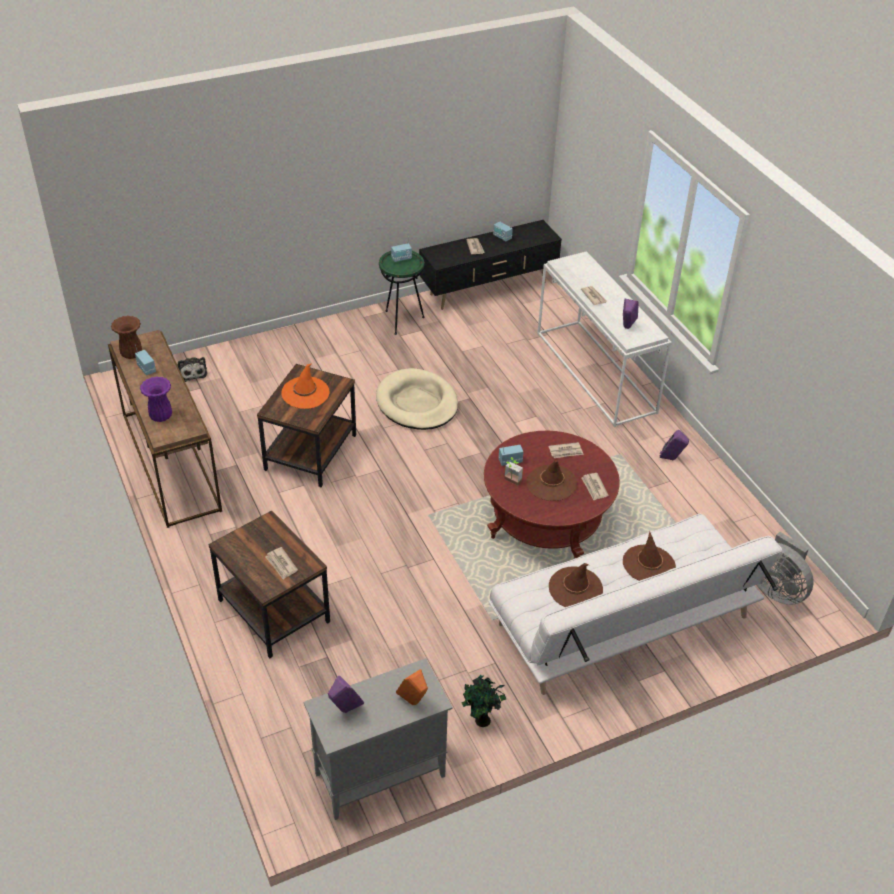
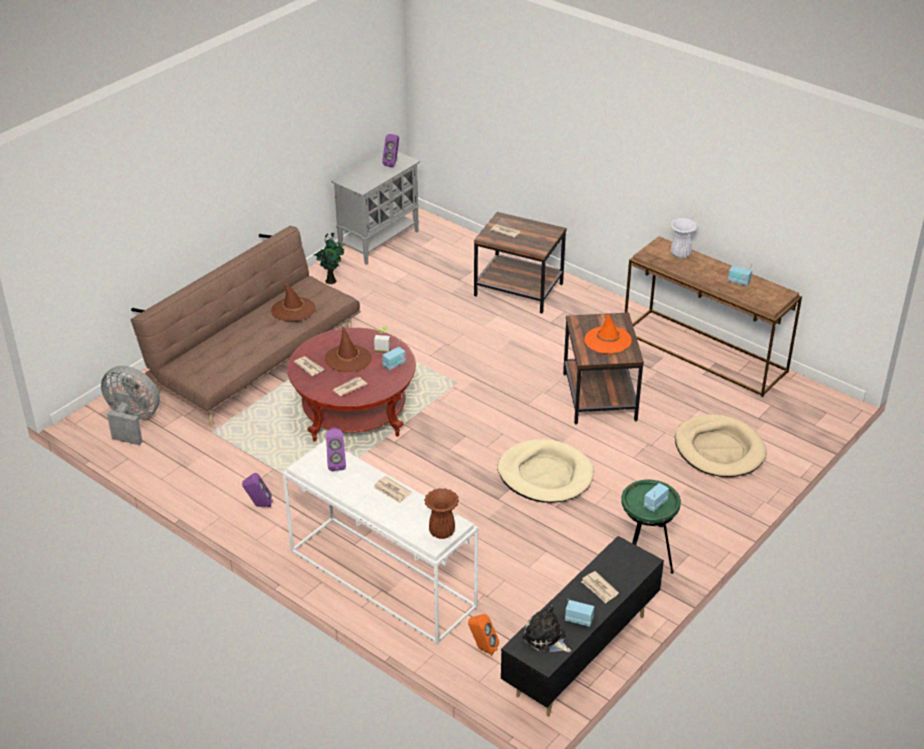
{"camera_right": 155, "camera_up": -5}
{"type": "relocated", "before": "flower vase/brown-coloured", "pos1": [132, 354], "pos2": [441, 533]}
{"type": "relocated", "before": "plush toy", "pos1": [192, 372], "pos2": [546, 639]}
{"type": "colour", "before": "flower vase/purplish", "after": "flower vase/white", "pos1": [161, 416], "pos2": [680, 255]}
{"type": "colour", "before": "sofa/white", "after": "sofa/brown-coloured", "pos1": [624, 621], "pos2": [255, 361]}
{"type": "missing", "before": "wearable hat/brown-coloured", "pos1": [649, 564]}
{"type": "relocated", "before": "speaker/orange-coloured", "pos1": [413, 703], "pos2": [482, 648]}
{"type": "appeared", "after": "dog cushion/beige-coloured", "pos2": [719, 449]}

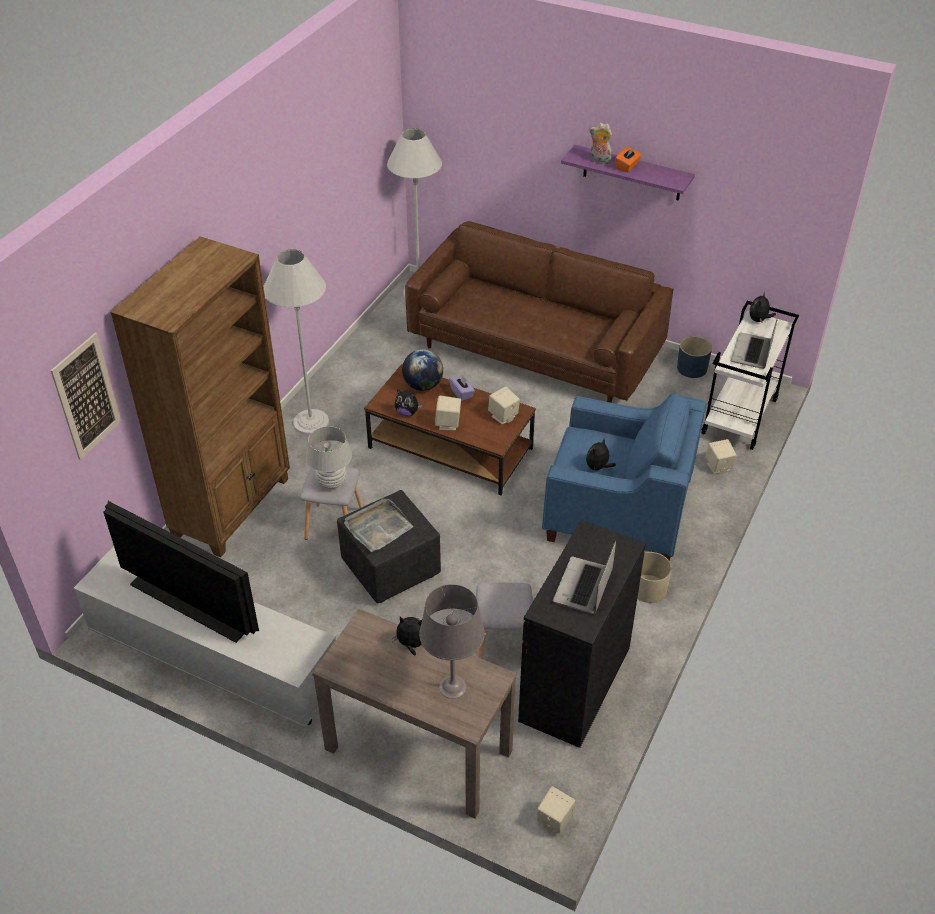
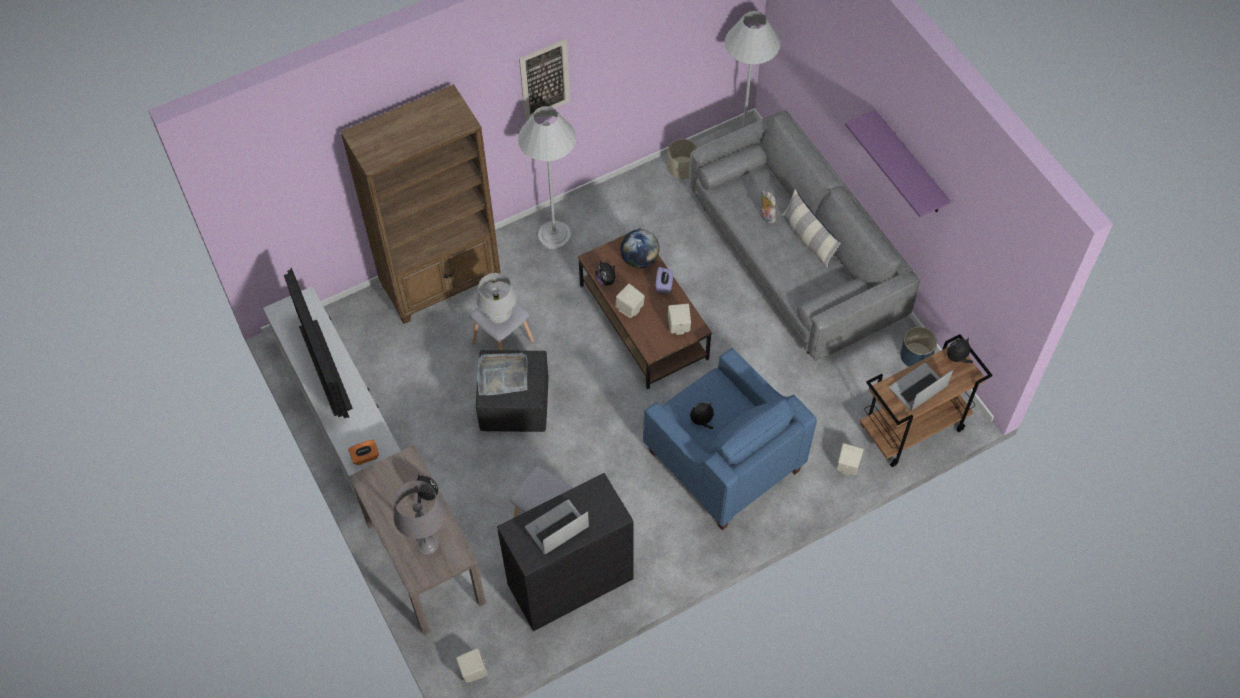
{"camera_right": 35, "camera_up": 15}
{"type": "relocated", "before": "plush toy", "pos1": [599, 160], "pos2": [766, 216]}
{"type": "relocated", "before": "tissue holder/orange-coloured", "pos1": [627, 166], "pos2": [365, 457]}
{"type": "colour", "before": "sofa/brown-coloured", "after": "sofa/grey", "pos1": [535, 349], "pos2": [794, 260]}
{"type": "colour", "before": "trolley/white", "after": "trolley/brown-coloured", "pos1": [740, 417], "pos2": [912, 429]}
{"type": "relocated", "before": "wall art", "pos1": [86, 396], "pos2": [544, 79]}
{"type": "relocated", "before": "plant pot/beige-coloured", "pos1": [648, 588], "pos2": [682, 167]}
{"type": "appeared", "after": "cushion", "pos2": [808, 239]}

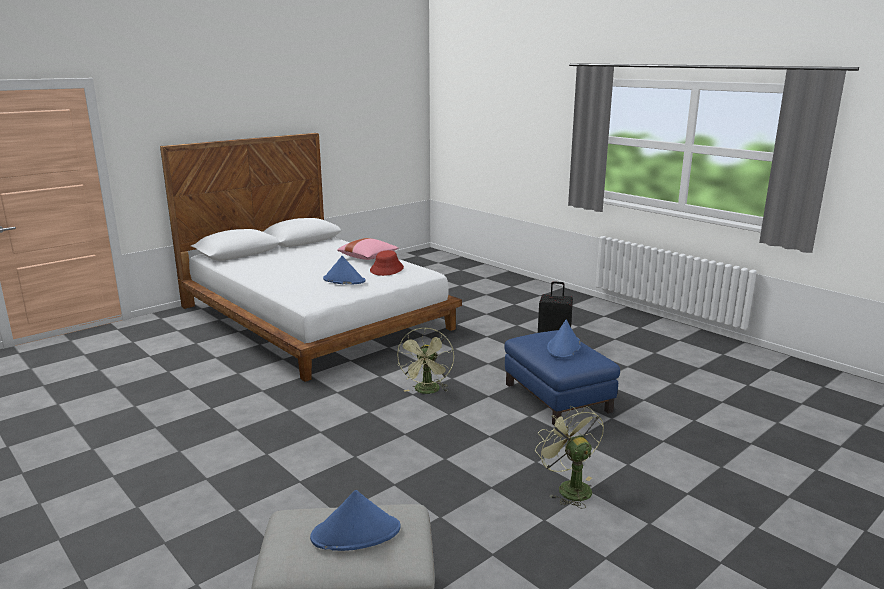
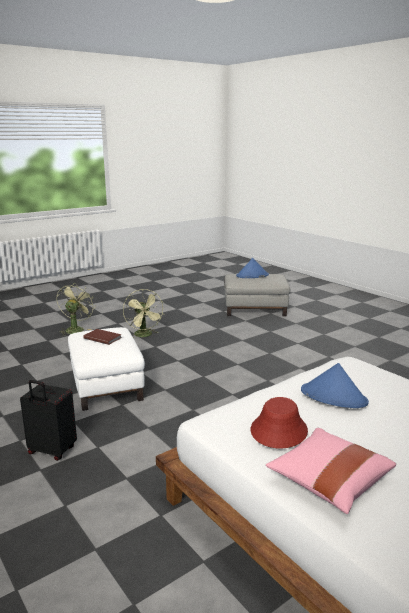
{"camera_right": -175, "camera_up": 0}
{"type": "exchanged", "before": "wearable hat/blue-coloured", "after": "bound book/brown-coloured", "pos1": [564, 348], "pos2": [102, 338]}
{"type": "relocated", "before": "cooling fan/green", "pos1": [427, 391], "pos2": [75, 329]}
{"type": "colour", "before": "ottoman/blue-coloured", "after": "ottoman/white", "pos1": [557, 397], "pos2": [106, 385]}

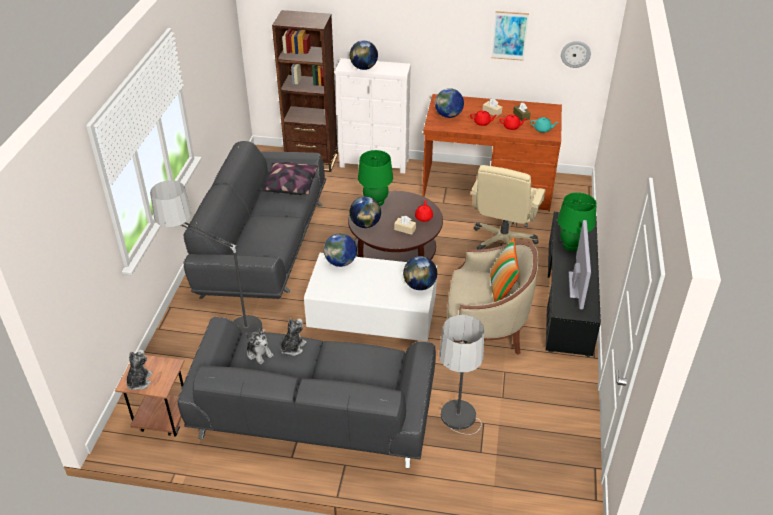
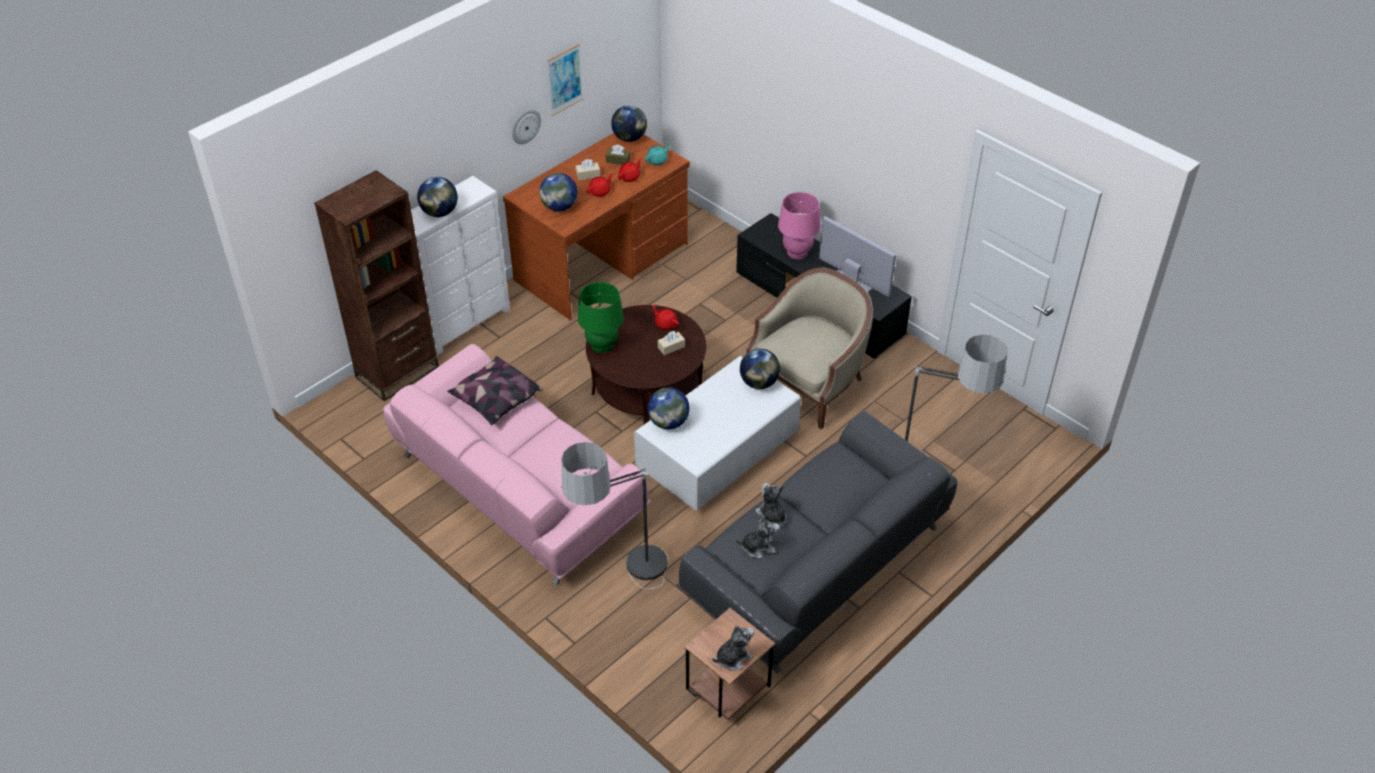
{"camera_right": -55, "camera_up": 5}
{"type": "relocated", "before": "wall clock", "pos1": [575, 54], "pos2": [525, 126]}
{"type": "colour", "before": "sofa/grey", "after": "sofa/pink", "pos1": [263, 246], "pos2": [517, 488]}
{"type": "missing", "before": "office chair/beige-coloured", "pos1": [503, 242]}
{"type": "colour", "before": "lamp for a table/green", "after": "lamp for a table/pink", "pos1": [571, 245], "pos2": [797, 252]}
{"type": "relocated", "before": "desk globe", "pos1": [365, 224], "pos2": [629, 138]}
{"type": "missing", "before": "cushion", "pos1": [502, 290]}
{"type": "spun", "before": "plush toy", "pos1": [139, 381], "pos2": [733, 657], "turn": 105}

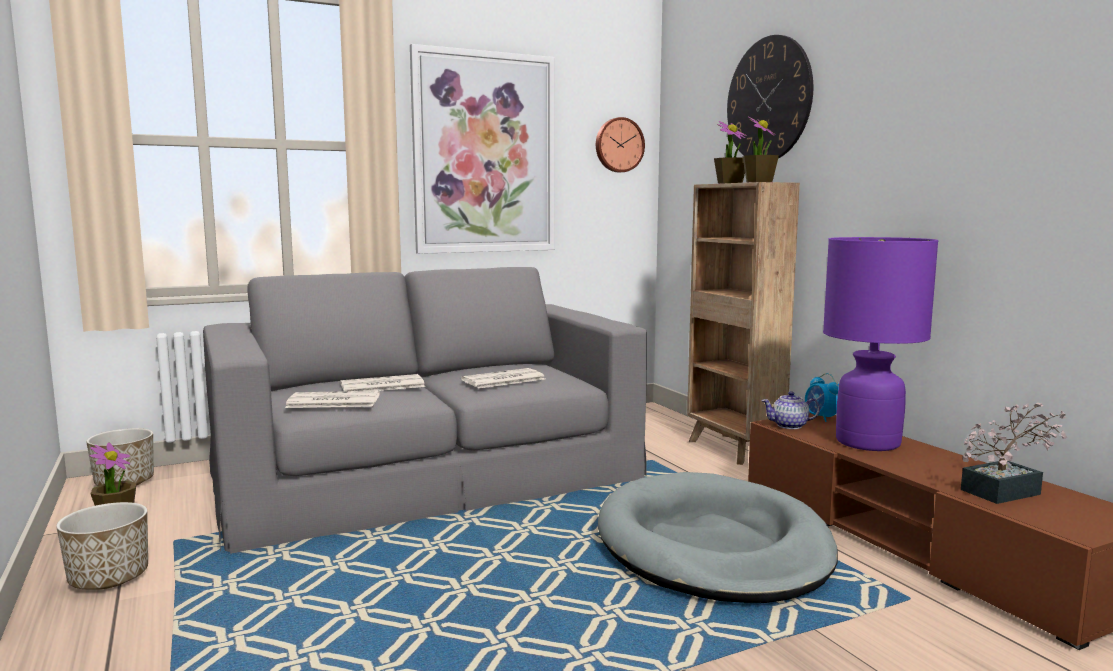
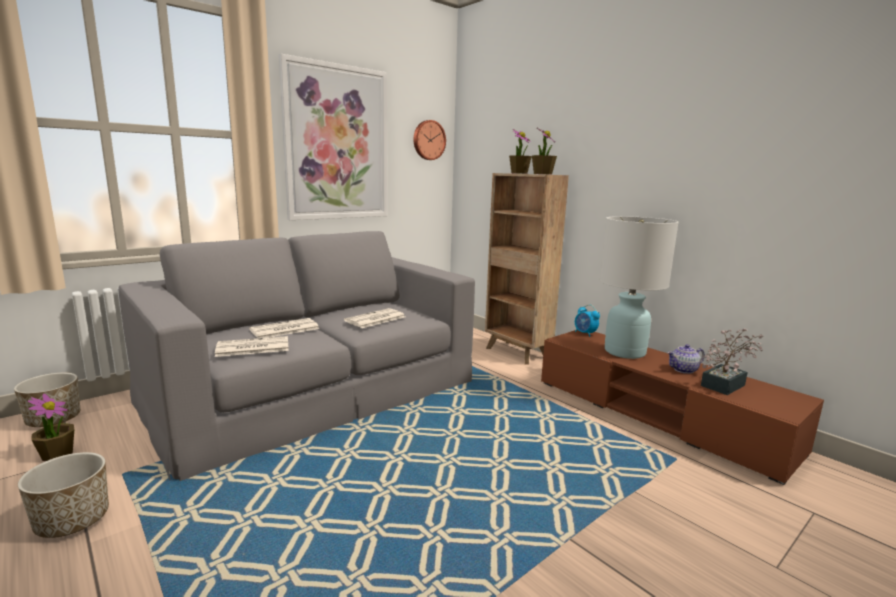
{"camera_right": -15, "camera_up": 5}
{"type": "missing", "before": "wall clock", "pos1": [768, 100]}
{"type": "colour", "before": "lamp for a table/purplish", "after": "lamp for a table/white", "pos1": [867, 442], "pos2": [624, 352]}
{"type": "relocated", "before": "teapot", "pos1": [790, 426], "pos2": [684, 370]}
{"type": "missing", "before": "dog cushion/grey", "pos1": [712, 546]}

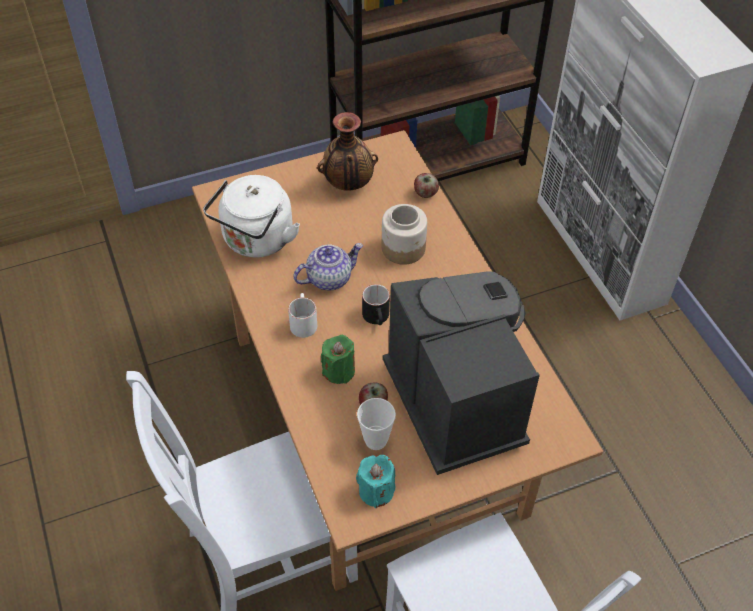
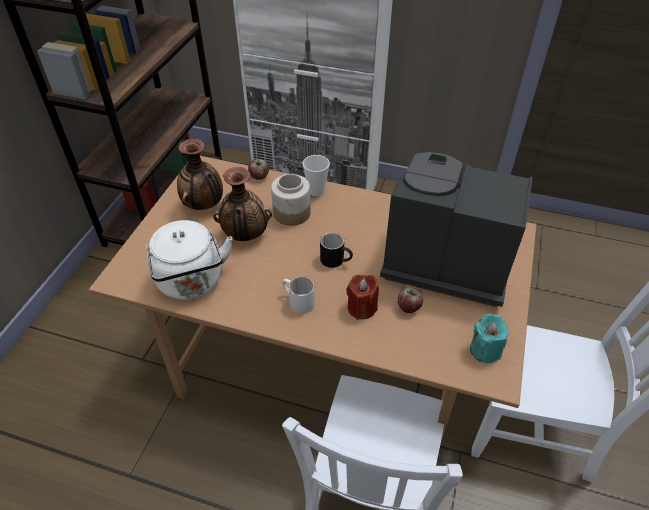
{"camera_right": -50, "camera_up": -5}
{"type": "missing", "before": "teapot", "pos1": [329, 278]}
{"type": "colour", "before": "wax candle/green", "after": "wax candle/red", "pos1": [339, 371], "pos2": [361, 308]}
{"type": "relocated", "before": "cup", "pos1": [376, 440], "pos2": [316, 191]}
{"type": "appeared", "after": "flower vase", "pos2": [245, 235]}

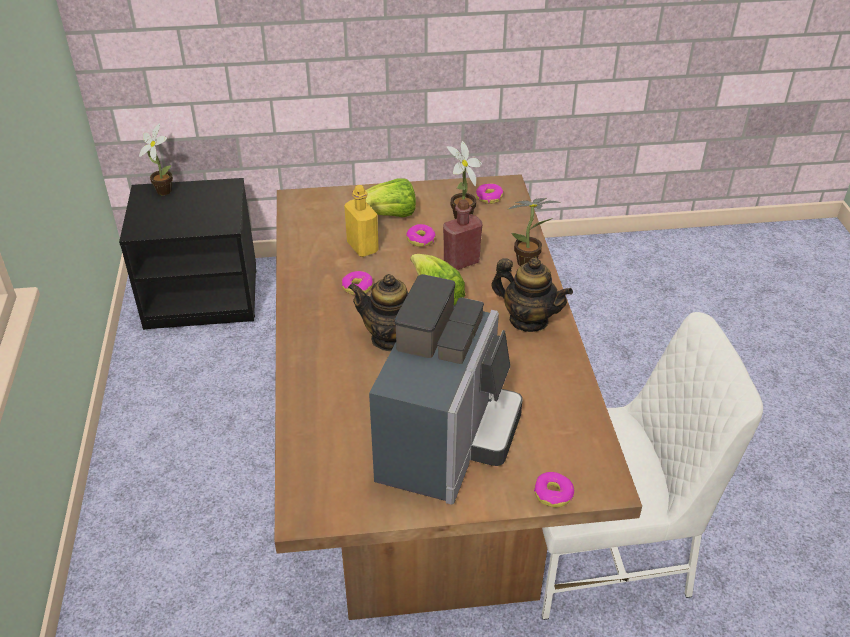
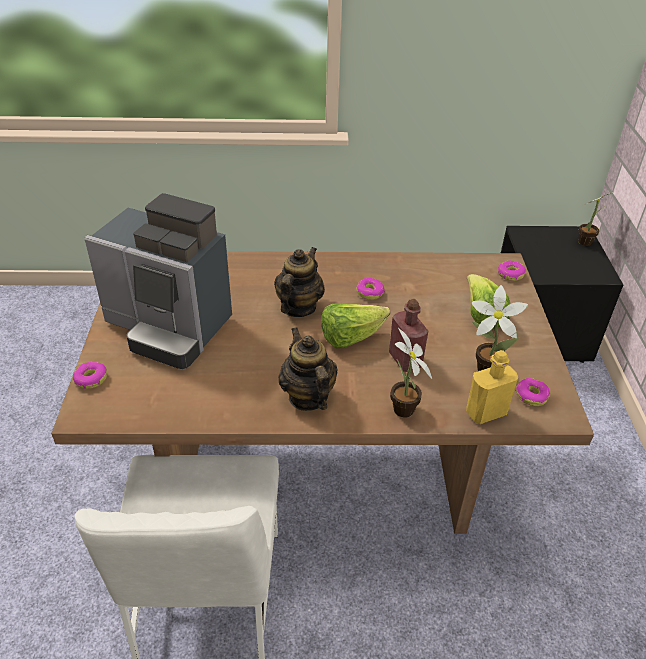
{"camera_right": 95, "camera_up": 0}
{"type": "relocated", "before": "drink bottle/yellowish", "pos1": [362, 247], "pos2": [486, 413]}
{"type": "relocated", "before": "doughnut", "pos1": [421, 240], "pos2": [510, 274]}
{"type": "spun", "before": "teapot", "pos1": [528, 320], "pos2": [307, 397], "turn": 120}

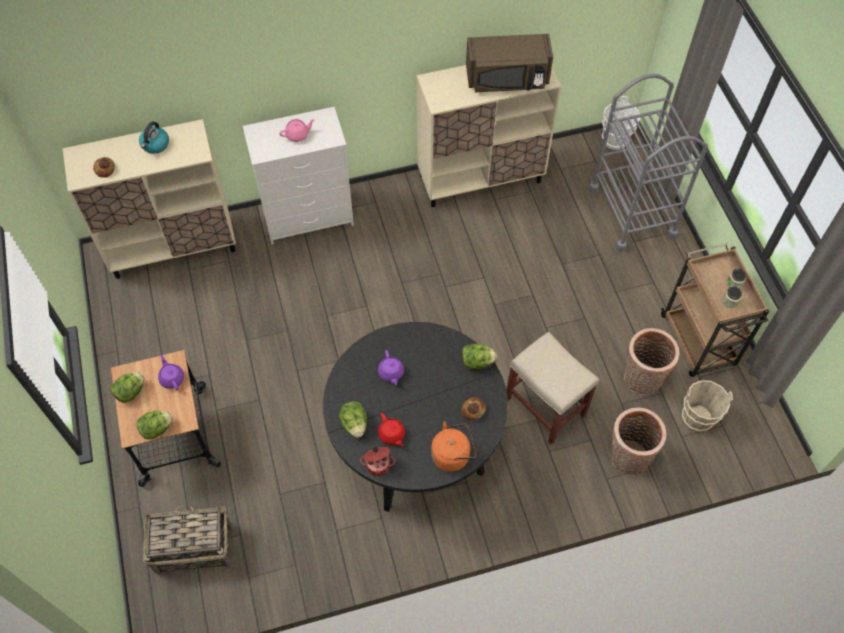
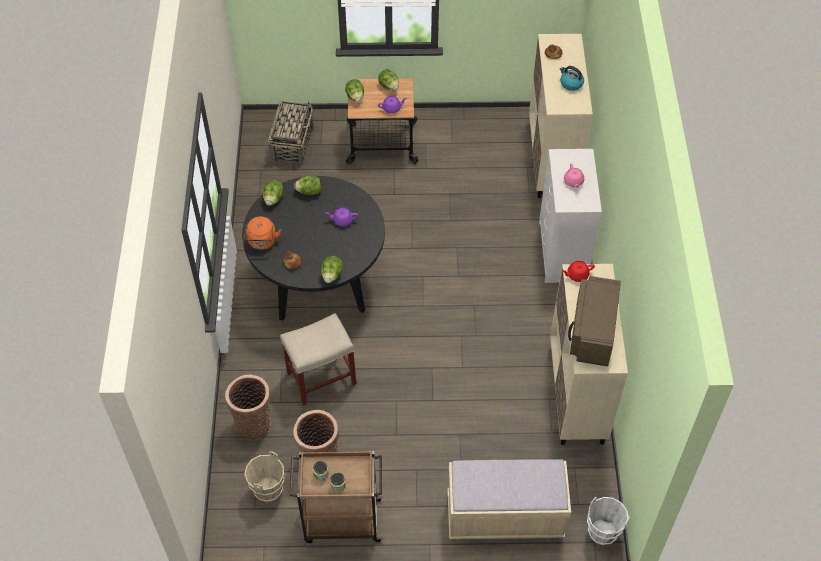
{"camera_right": 105, "camera_up": -5}
{"type": "exchanged", "before": "trolley/grey", "after": "bench/beige-coloured", "pos1": [632, 212], "pos2": [504, 516]}
{"type": "relocated", "before": "teapot/red", "pos1": [391, 435], "pos2": [577, 275]}
{"type": "exchanged", "before": "saucepot", "after": "head of lettuce", "pos1": [378, 464], "pos2": [273, 199]}

